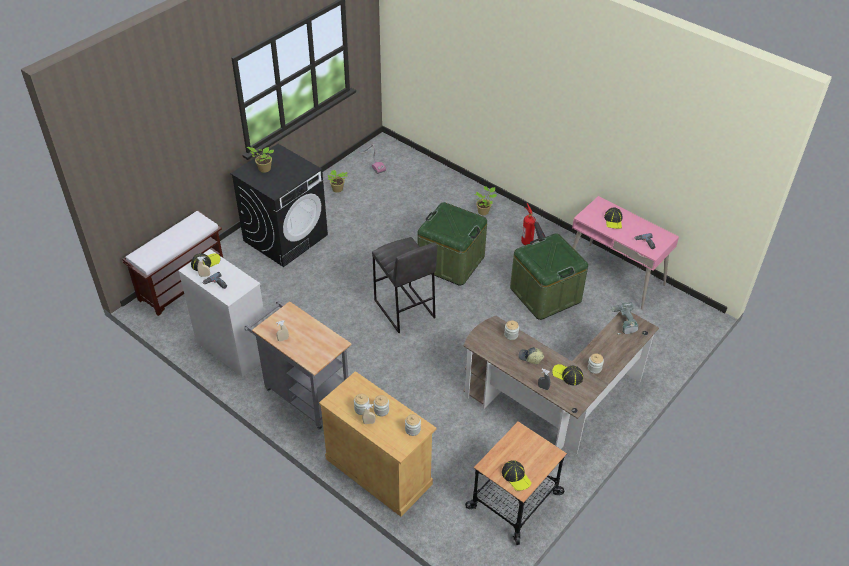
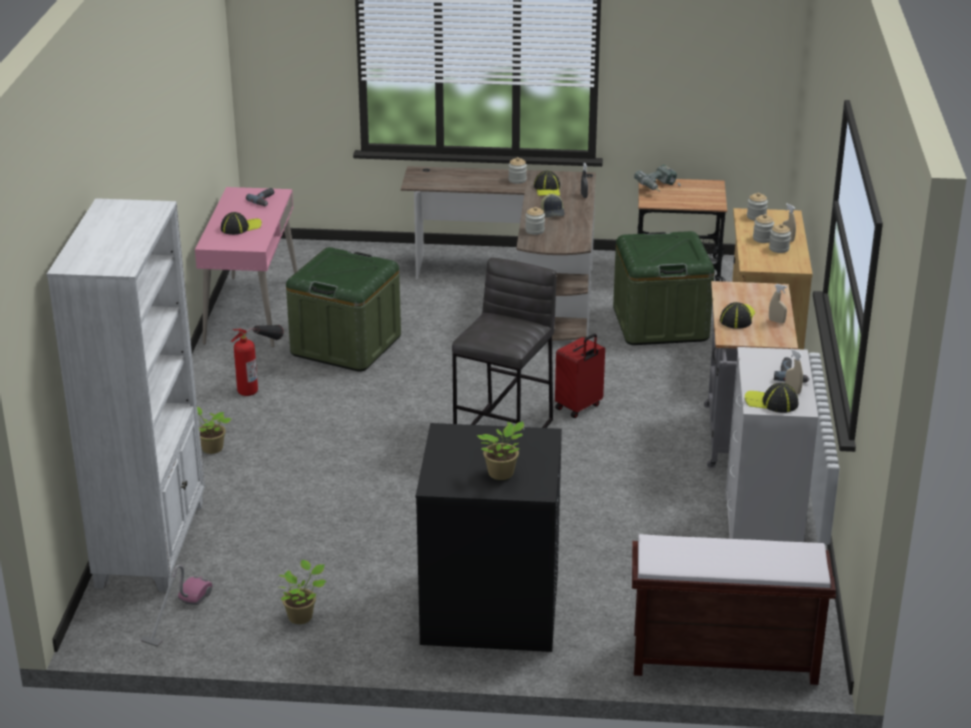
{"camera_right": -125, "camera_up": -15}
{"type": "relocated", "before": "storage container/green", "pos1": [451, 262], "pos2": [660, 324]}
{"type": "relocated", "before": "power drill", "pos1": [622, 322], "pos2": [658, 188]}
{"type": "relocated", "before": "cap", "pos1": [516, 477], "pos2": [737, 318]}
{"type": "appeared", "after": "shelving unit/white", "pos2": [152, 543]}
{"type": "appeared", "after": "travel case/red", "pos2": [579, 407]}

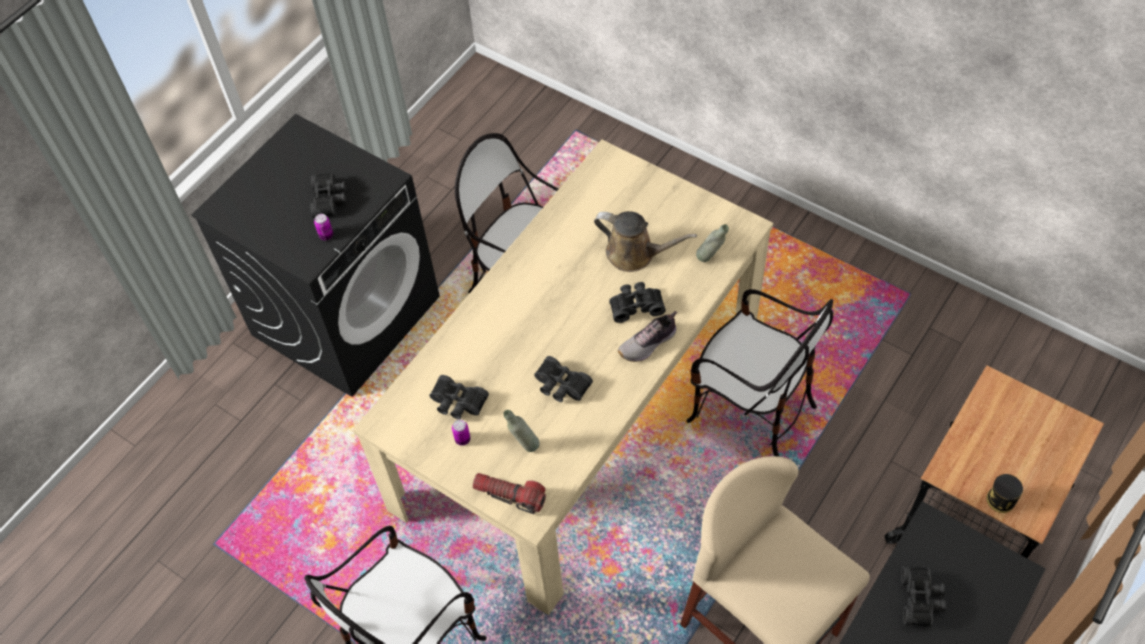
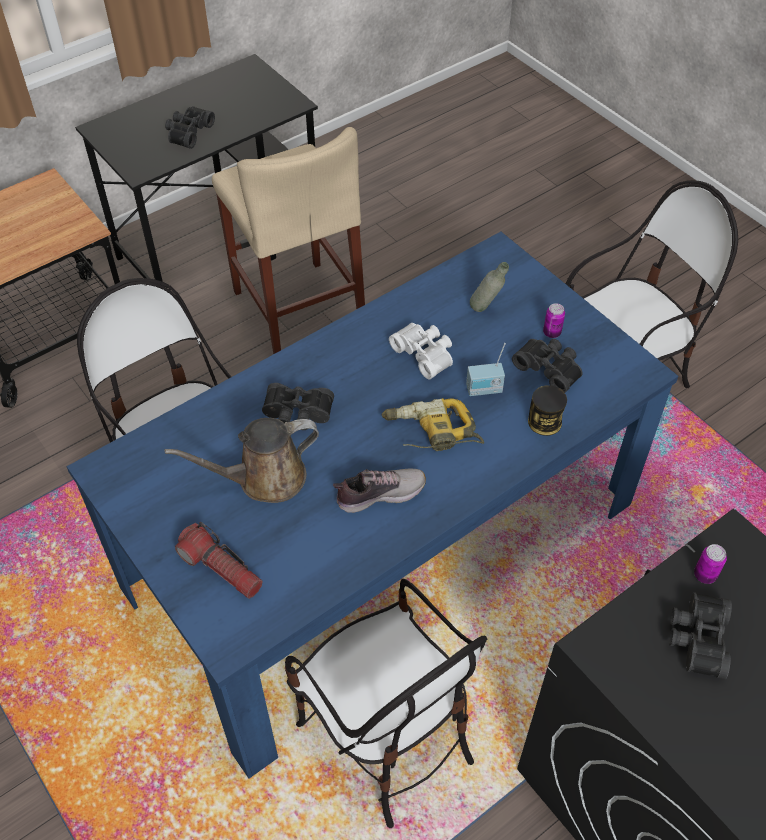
{"camera_right": -165, "camera_up": -5}
{"type": "colour", "before": "kitchen table/beige-coloured", "after": "kitchen table/blue-coloured", "pos1": [579, 412], "pos2": [382, 546]}
{"type": "spun", "before": "watering pot/brown-coloured", "pos1": [635, 254], "pos2": [264, 478], "turn": -60}
{"type": "missing", "before": "drink bottle/grey", "pos1": [710, 259]}
{"type": "relocated", "before": "item of footwear", "pos1": [648, 344], "pos2": [379, 493]}
{"type": "colour", "before": "field glasses/blackish", "after": "field glasses/white", "pos1": [560, 386], "pos2": [425, 353]}
{"type": "relocated", "before": "torch", "pos1": [510, 495], "pos2": [221, 568]}
{"type": "relocated", "before": "metal can", "pos1": [1000, 500], "pos2": [544, 422]}
{"type": "appeared", "after": "radio receiver", "pos2": [484, 390]}
{"type": "appeared", "after": "power drill", "pos2": [431, 433]}

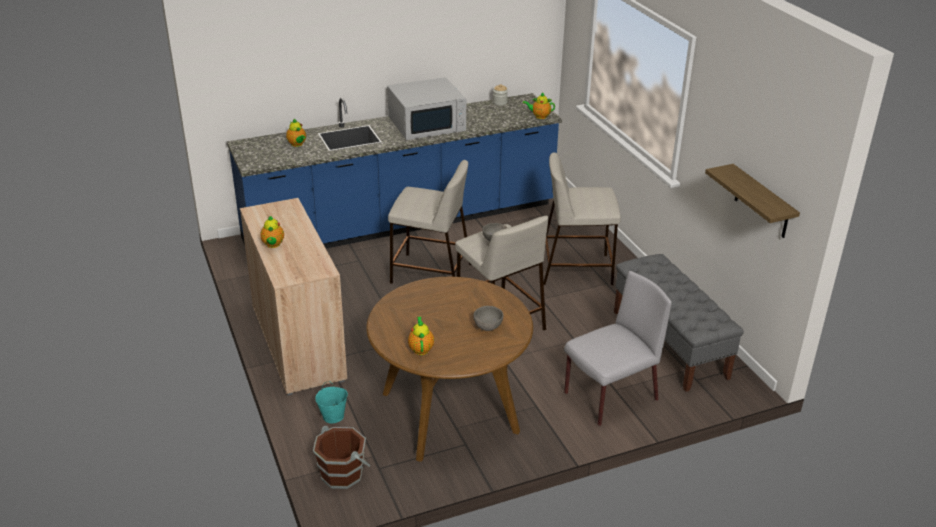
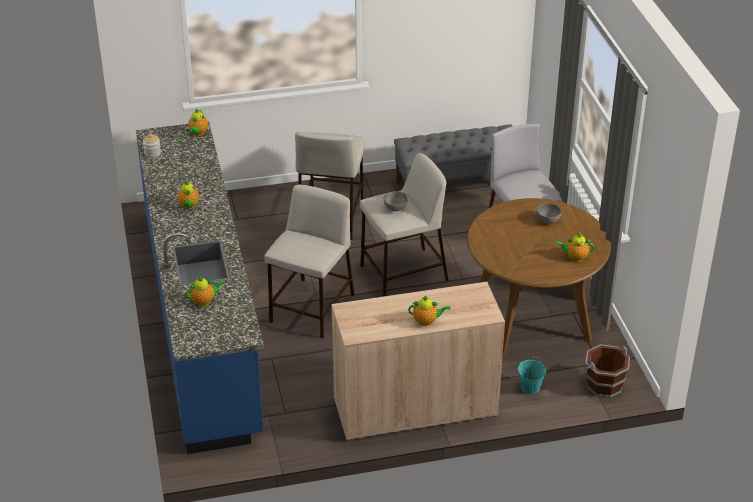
{"camera_right": -80, "camera_up": 5}
{"type": "exchanged", "before": "microwave oven/white", "after": "teapot", "pos1": [427, 125], "pos2": [189, 206]}
{"type": "missing", "before": "wall shelf", "pos1": [762, 202]}

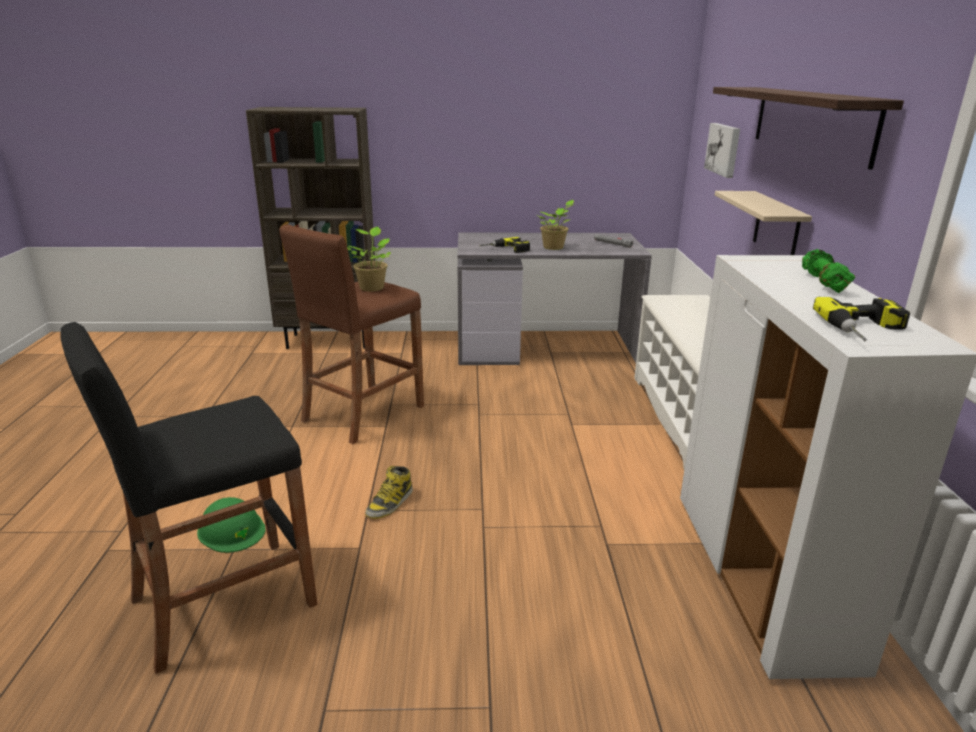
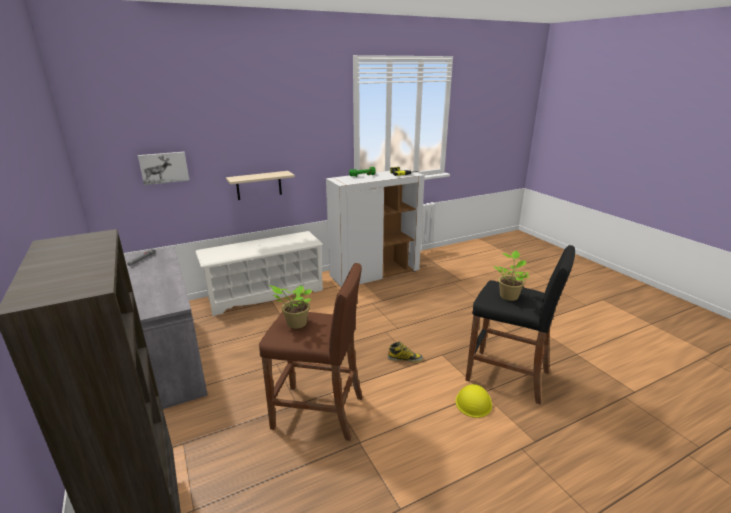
{"camera_right": -115, "camera_up": 0}
{"type": "missing", "before": "wall shelf", "pos1": [810, 122]}
{"type": "relocated", "before": "potted plant", "pos1": [554, 248], "pos2": [509, 295]}
{"type": "missing", "before": "power drill", "pos1": [506, 249]}
{"type": "colour", "before": "hard hat/green", "after": "hard hat/yellowish", "pos1": [231, 529], "pos2": [473, 402]}

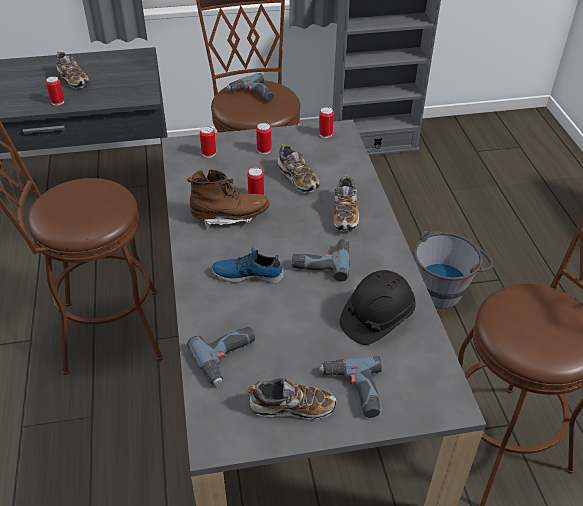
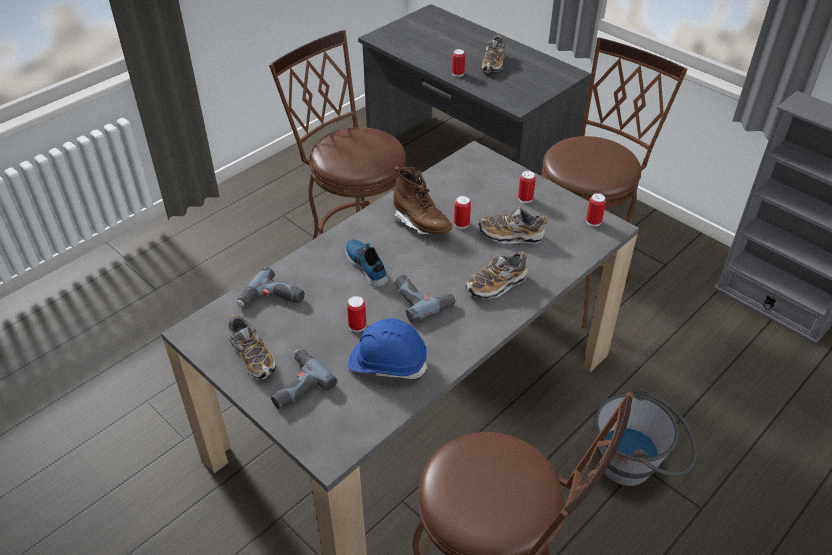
{"camera_right": 55, "camera_up": 0}
{"type": "missing", "before": "power drill", "pos1": [252, 94]}
{"type": "relocated", "before": "metal can", "pos1": [209, 153], "pos2": [357, 326]}
{"type": "spun", "before": "item of footwear", "pos1": [298, 178], "pos2": [511, 235], "turn": 75}
{"type": "colour", "before": "hard hat/blackish", "after": "hard hat/blue-coloured", "pos1": [376, 318], "pos2": [387, 362]}

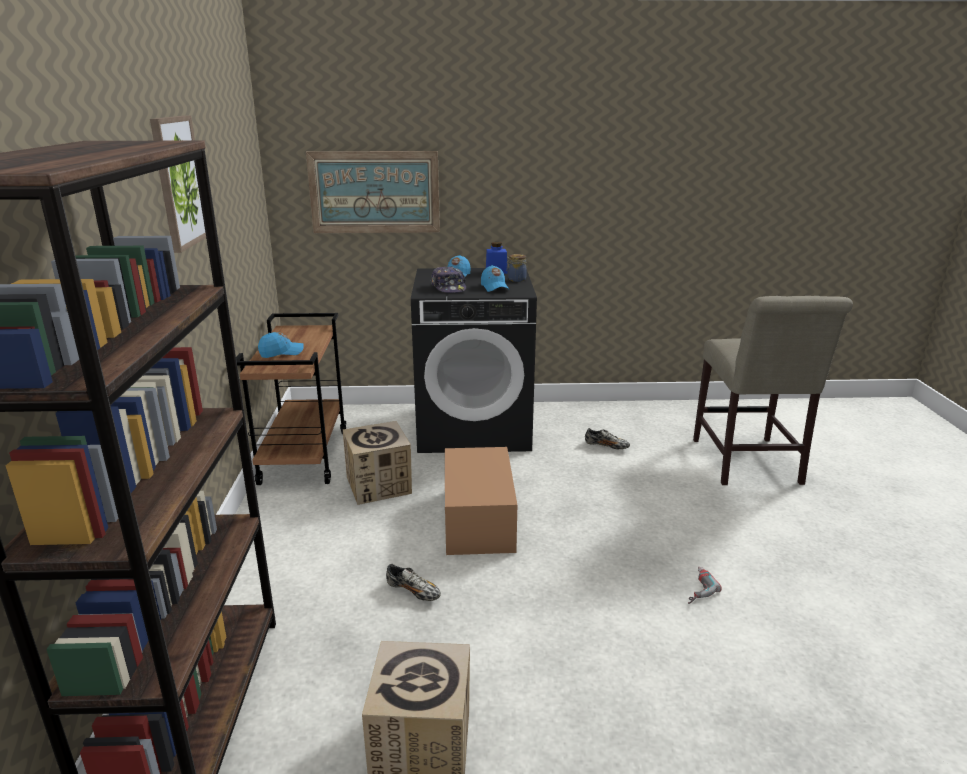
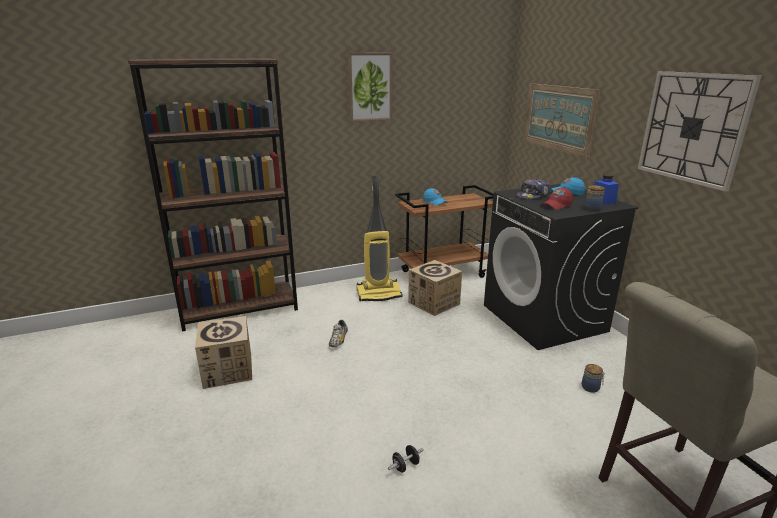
{"camera_right": 70, "camera_up": 0}
{"type": "colour", "before": "cap/blue-coloured", "after": "cap/red", "pos1": [494, 287], "pos2": [557, 205]}
{"type": "exchanged", "before": "item of footwear", "after": "storage jar", "pos1": [606, 446], "pos2": [591, 388]}
{"type": "missing", "before": "cardboard box", "pos1": [478, 520]}
{"type": "exchanged", "before": "power drill", "after": "dumbbell/blackish", "pos1": [694, 588], "pos2": [405, 466]}
{"type": "appeared", "after": "wall clock", "pos2": [693, 128]}
{"type": "appeared", "after": "hoover", "pos2": [379, 294]}

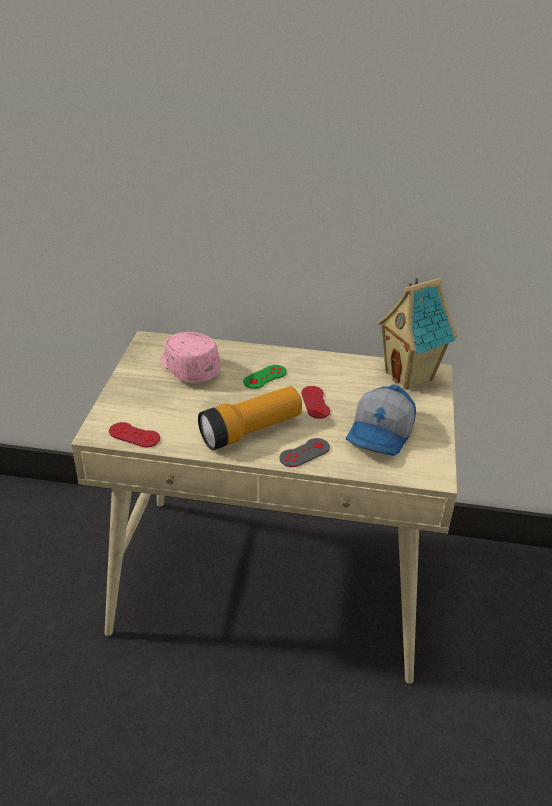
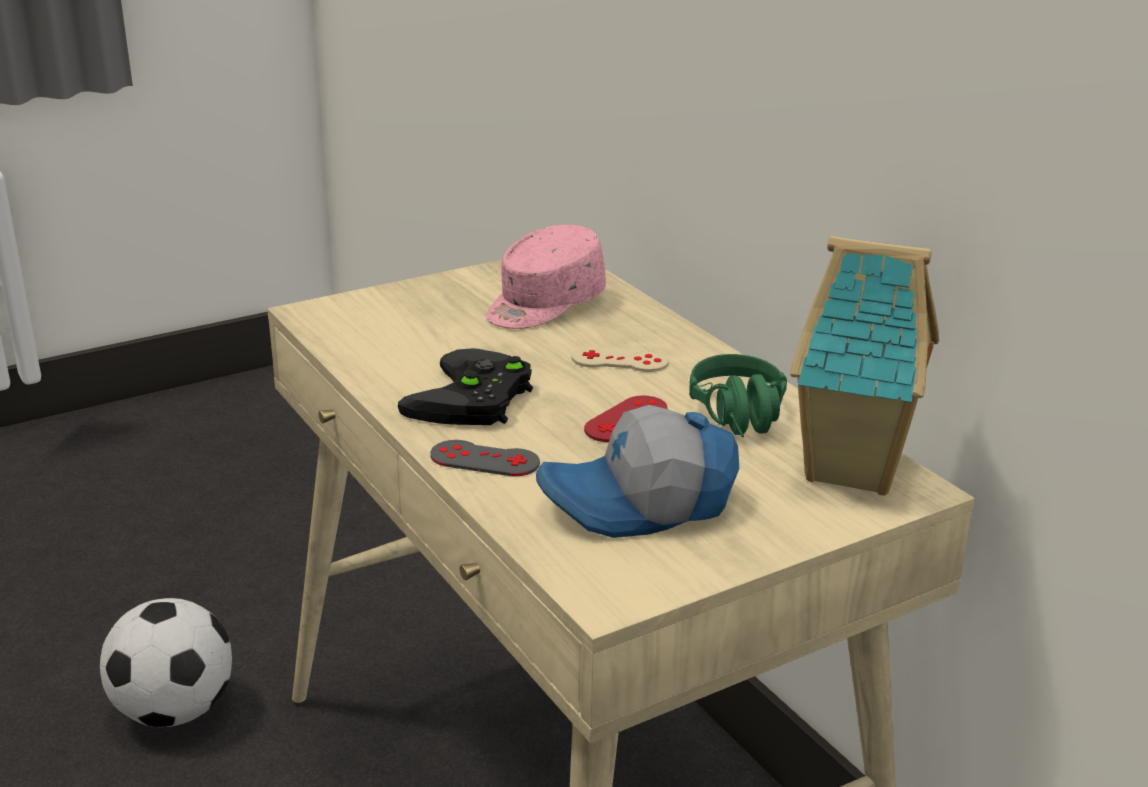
{"camera_right": 50, "camera_up": -10}
{"type": "spun", "before": "cap/pink", "pos1": [188, 367], "pos2": [543, 305], "turn": -150}
{"type": "colour", "before": "game controller/green", "after": "game controller/beige-coloured", "pos1": [265, 377], "pos2": [619, 360]}
{"type": "exchanged", "before": "torch", "after": "game controller/blackish", "pos1": [251, 430], "pos2": [473, 400]}
{"type": "missing", "before": "game controller/red", "pos1": [134, 435]}
{"type": "appeared", "after": "pair of headphones/green", "pos2": [742, 421]}
{"type": "appeared", "after": "football", "pos2": [174, 711]}

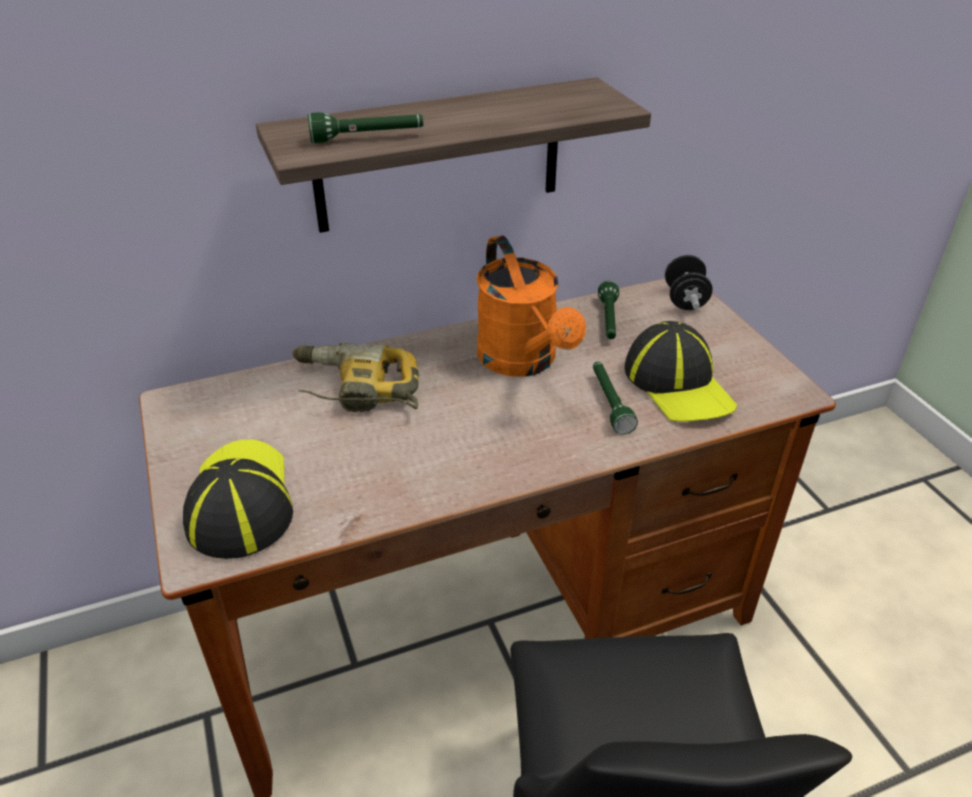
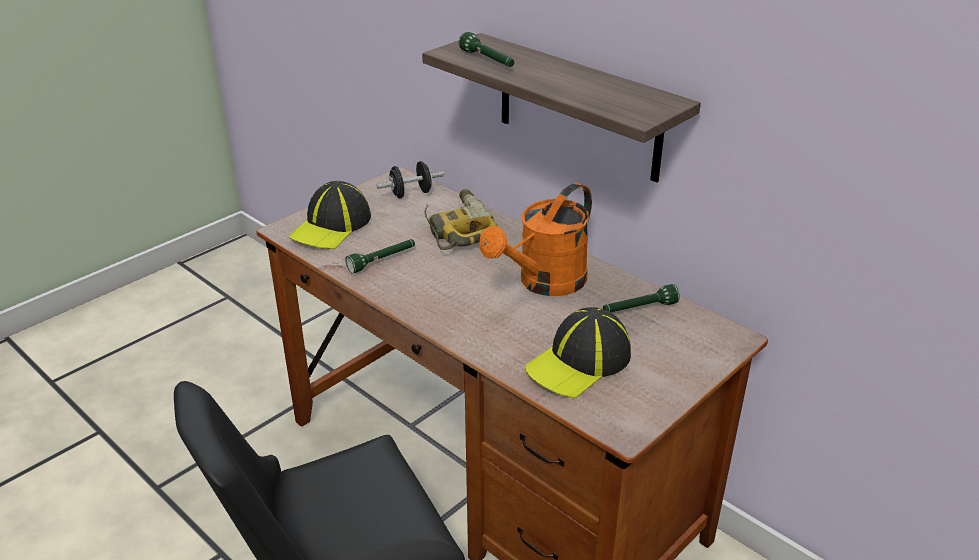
{"camera_right": 65, "camera_up": -5}
{"type": "relocated", "before": "dumbbell/blackish", "pos1": [685, 300], "pos2": [411, 194]}
{"type": "relocated", "before": "torch/green", "pos1": [609, 403], "pos2": [382, 261]}
{"type": "spun", "before": "cap", "pos1": [240, 501], "pos2": [331, 226], "turn": 150}

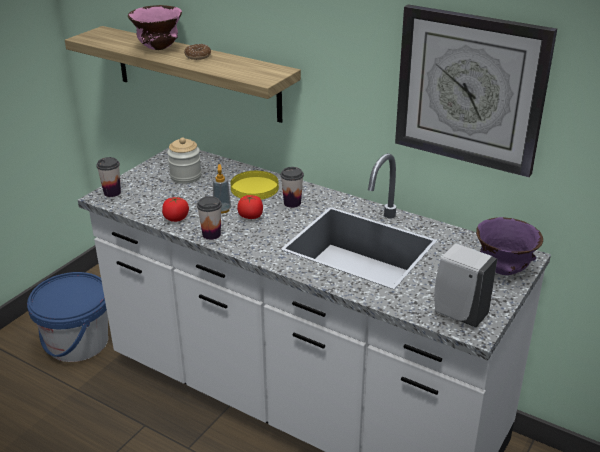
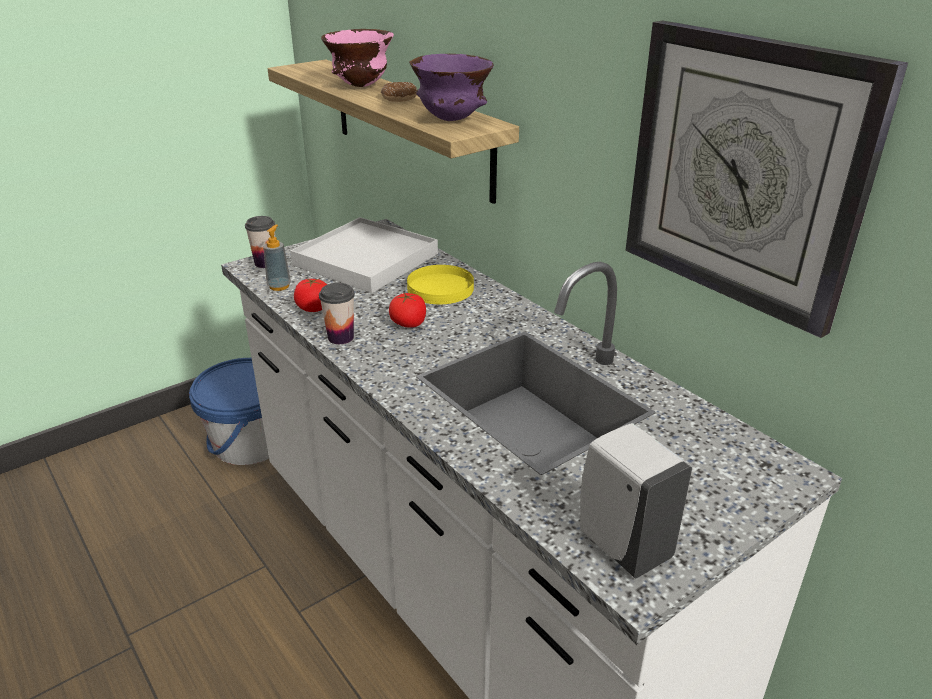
{"camera_right": 20, "camera_up": 0}
{"type": "exchanged", "before": "storage jar", "after": "serving tray/white", "pos1": [186, 176], "pos2": [366, 259]}
{"type": "relocated", "before": "liquid soap bottle", "pos1": [222, 209], "pos2": [279, 286]}
{"type": "missing", "before": "cup", "pos1": [292, 203]}
{"type": "relocated", "before": "bowl/purplish", "pos1": [504, 270], "pos2": [453, 120]}

